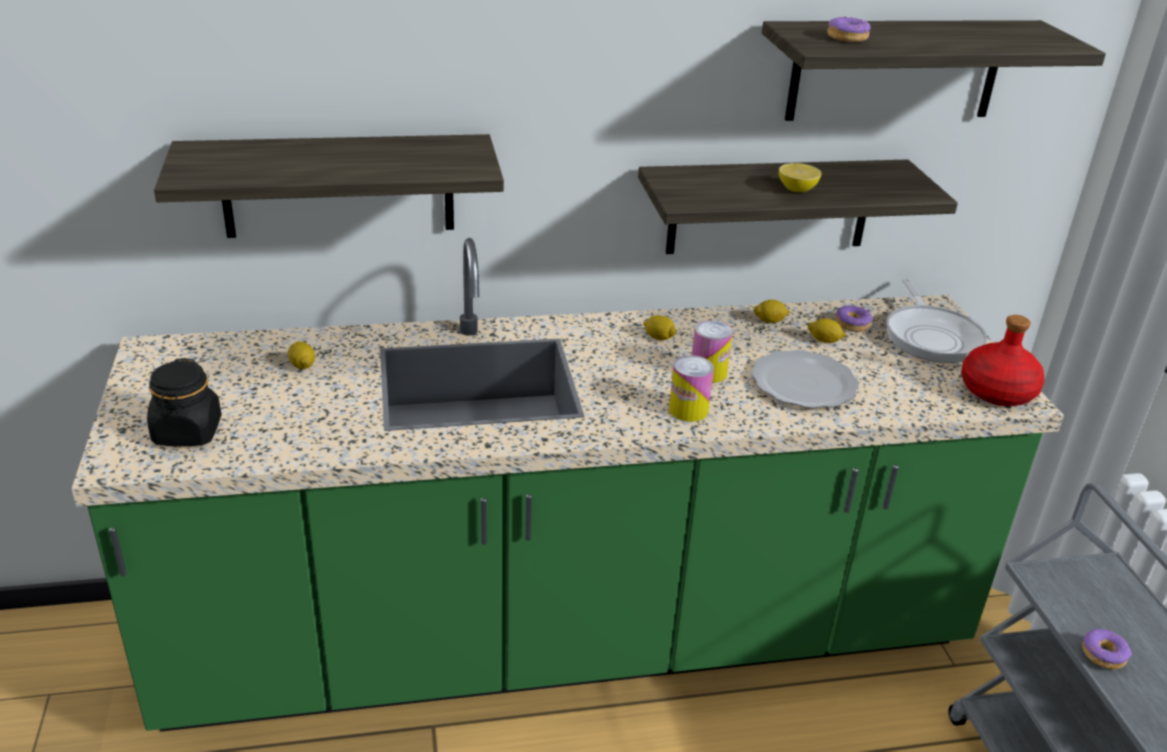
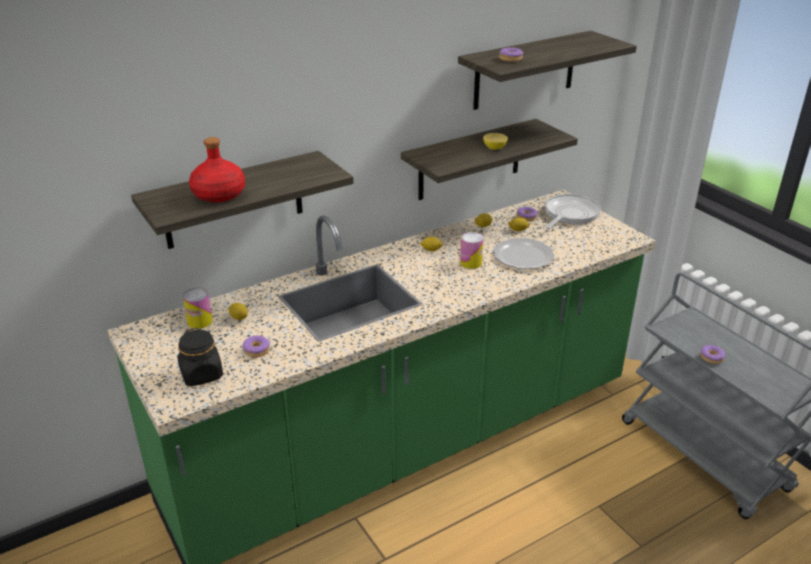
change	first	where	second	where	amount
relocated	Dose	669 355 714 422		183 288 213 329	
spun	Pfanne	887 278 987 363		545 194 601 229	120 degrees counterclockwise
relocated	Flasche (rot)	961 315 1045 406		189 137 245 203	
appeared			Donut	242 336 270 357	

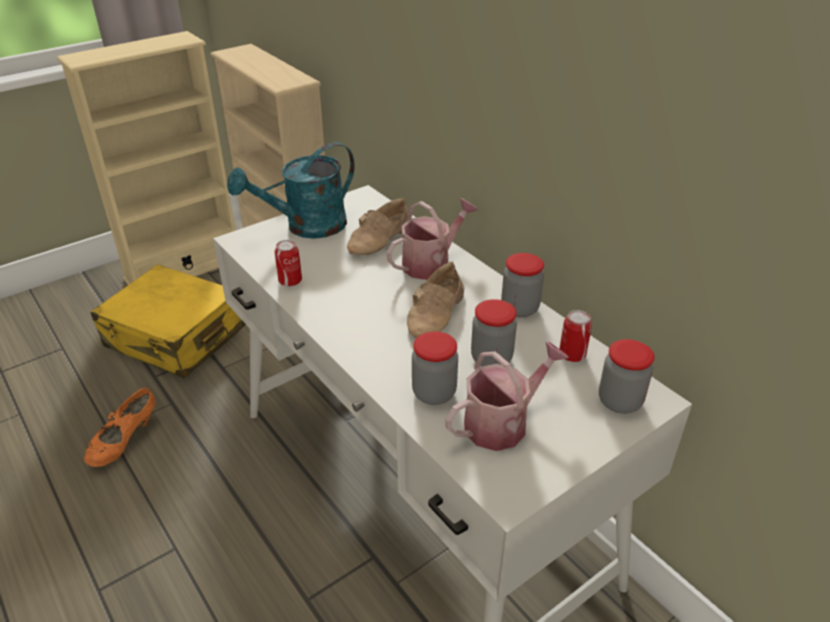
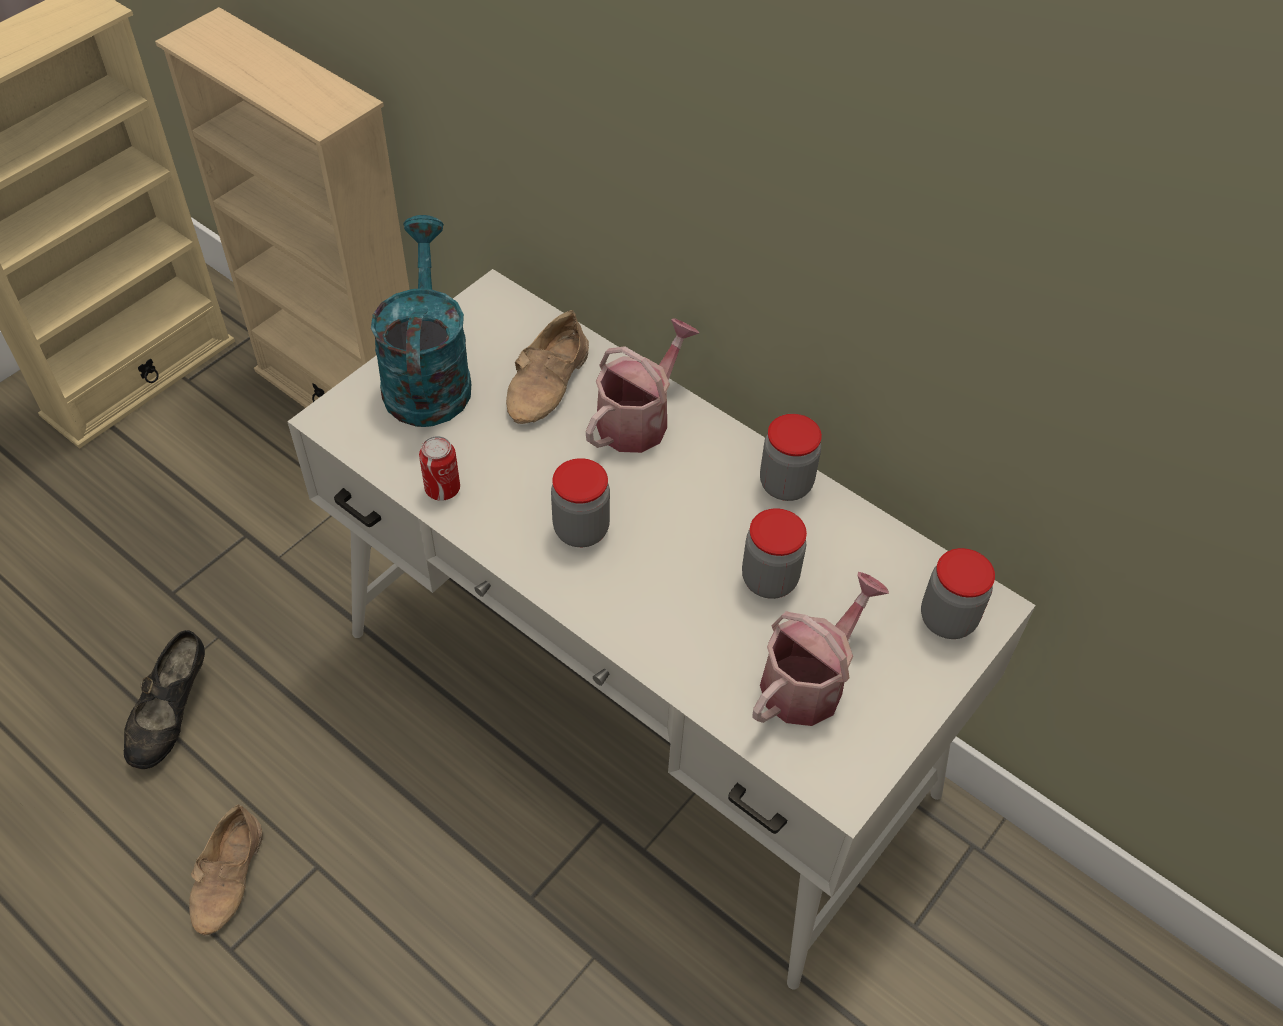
change	first	where	second	where	amount
colour	Schuh (orange)	84 388 156 467	Schuh (schwarz)	124 630 205 769	
missing	Koffer (gelb)	91 264 246 379			
spun	Gießkanne (türkis)	227 142 355 239		371 215 471 427	135 degrees clockwise
relocated	Schuh (beige)	407 261 464 338		189 805 263 936	
relocated	Vorratsglas	412 331 458 405		551 458 610 547	
missing	Dose	559 310 592 362			

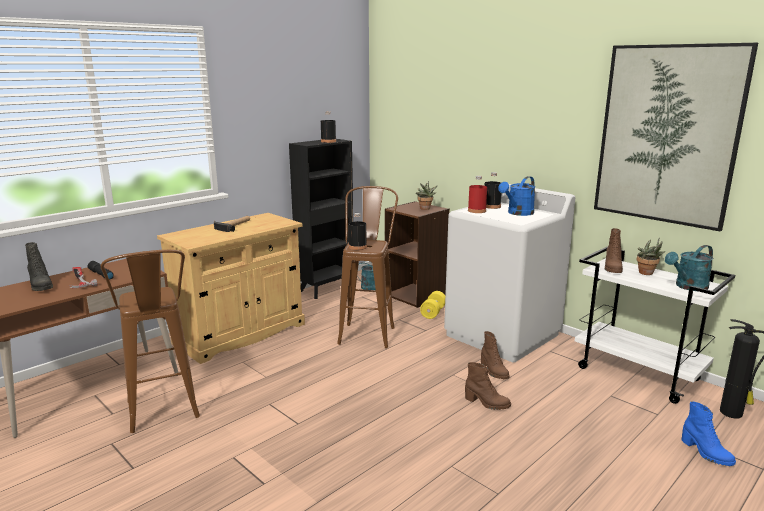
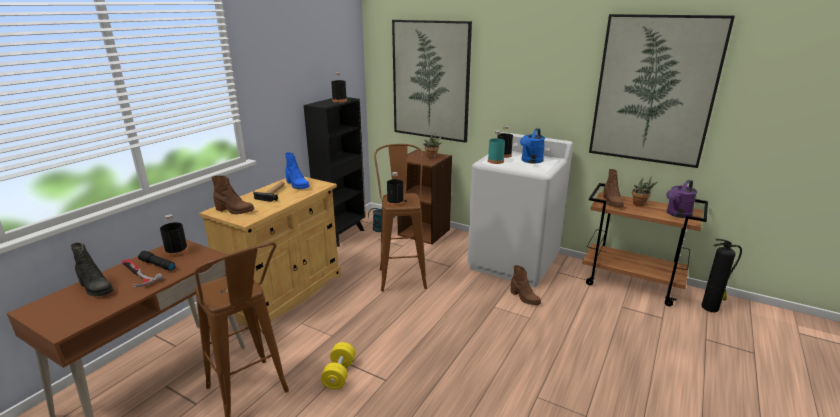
change	first	where	second	where	amount
relocated	Hantel (gelb)	420 291 445 319		321 342 355 389	
relocated	Stiefel (braun)	465 362 511 410		211 175 254 214	
colour	Flasche (rot)	468 176 487 213	Flasche (türkis)	488 131 505 164	
colour	Rollwagen (weiß)	575 247 735 404	Rollwagen (braun)	582 183 708 306	
colour	Gießkanne (türkis)	665 245 713 291	Gießkanne (lila)	666 180 697 218	
relocated	Stiefel (blau)	681 401 736 466		285 153 310 189	
appeared			Flasche (schwarz)	160 214 188 257	
appeared			Bild	392 20 472 143	

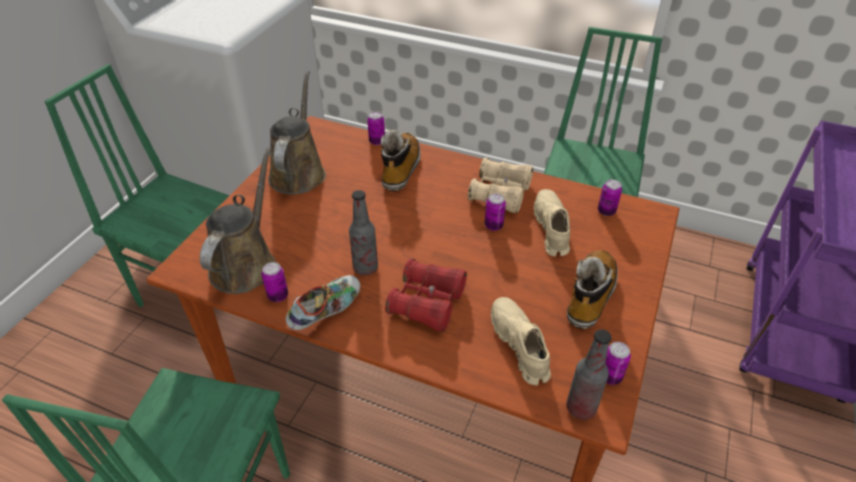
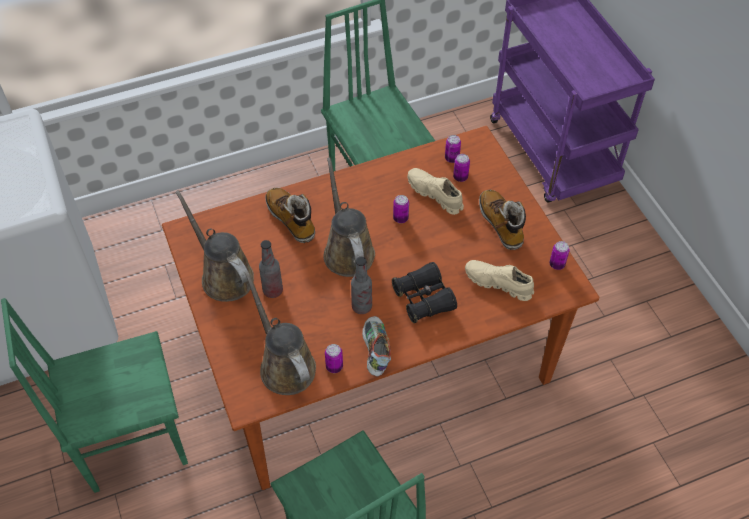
change	first	where	second	where	amount
relocated	Dose	367 112 385 145		453 154 470 182	
colour	Fernglas (rot)	385 258 467 332	Fernglas (schwarz)	392 262 457 323	
missing	Fernglas (beige)	468 157 533 213			
relocated	Flasche	566 329 611 420		259 240 283 298	
appeared			Gießkanne (braun)	323 157 375 277	

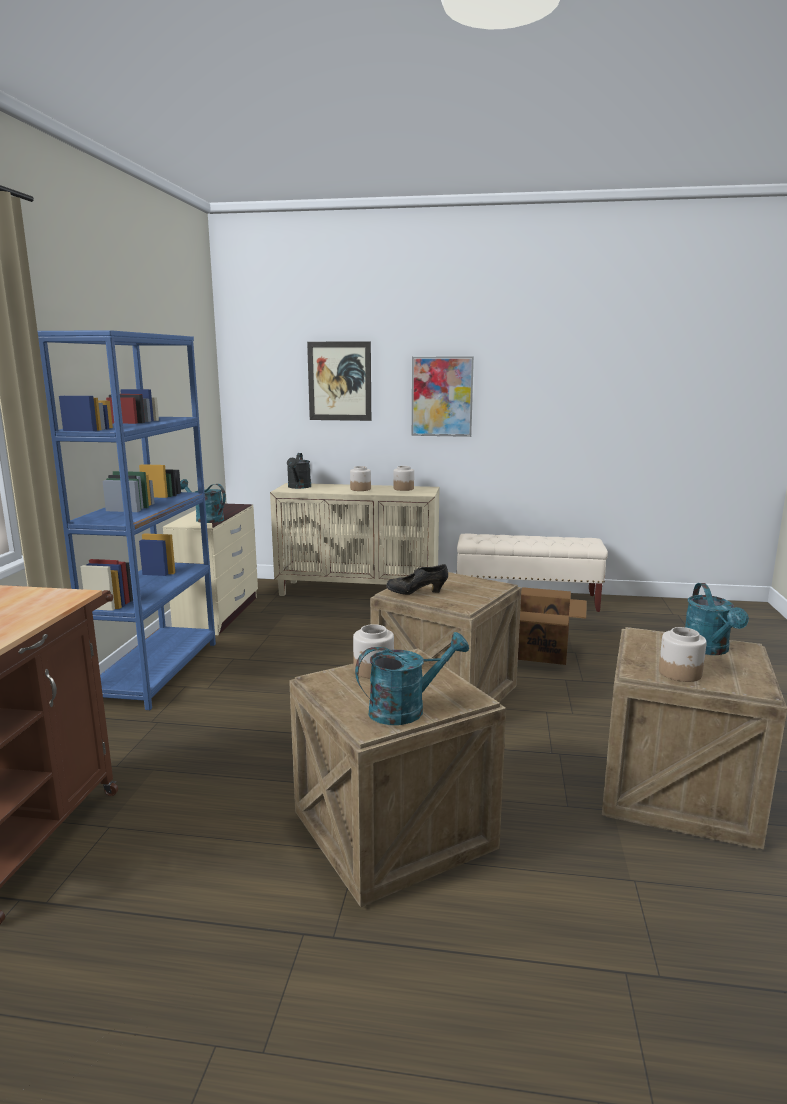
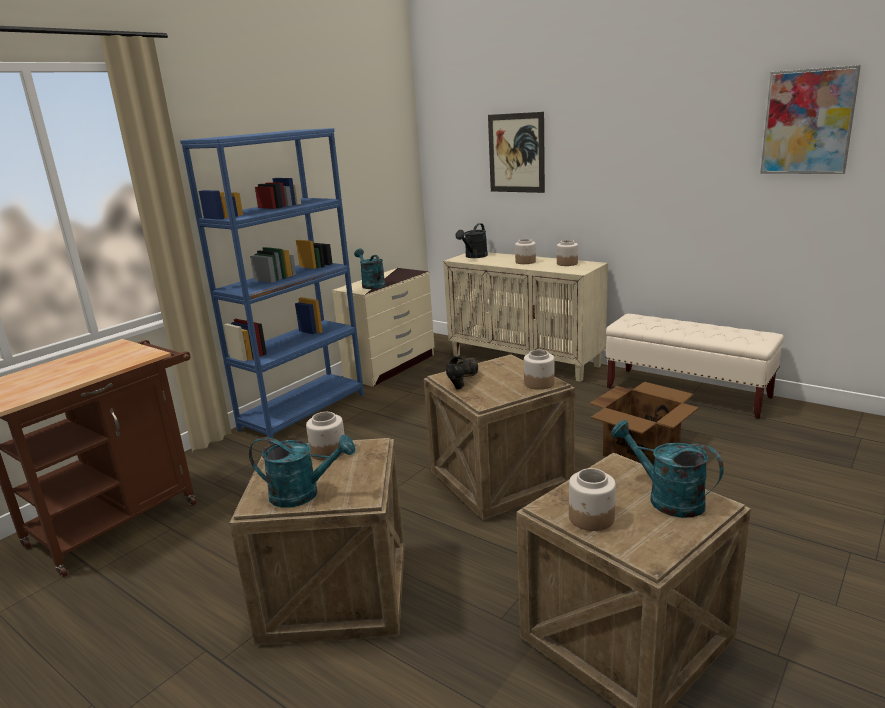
change	first	where	second	where	amount
spun	Schuh (schwarz)	386 564 448 595		446 357 478 389	90 degrees clockwise
relocated	Bild	412 357 474 437		760 65 861 174	
spun	Gießkanne (türkis)	685 583 749 655		611 420 724 518	105 degrees clockwise
appeared			Vorratsglas	524 350 555 390	

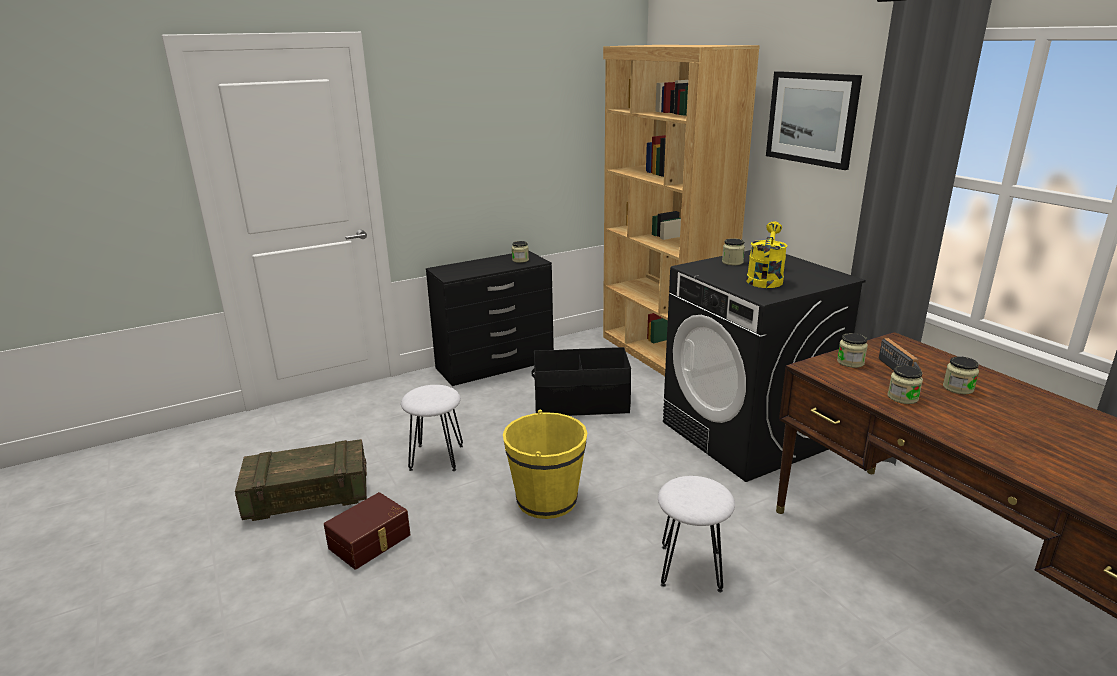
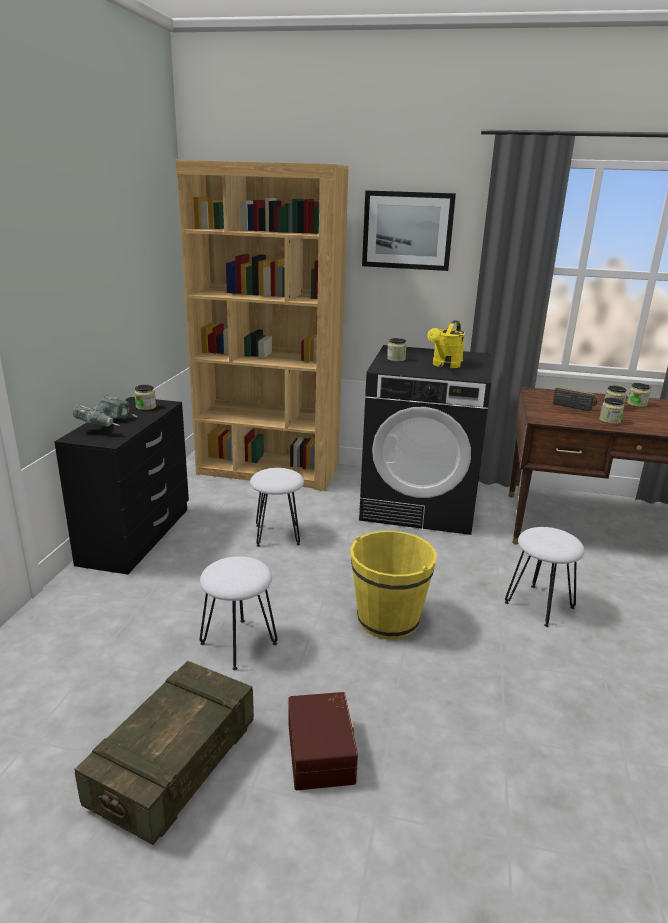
change	first	where	second	where	amount
exchanged	Aufbewahrungsbox (schwarz)	532 347 631 416	Hocker (weiß)	250 468 304 547	
spun	Gießkanne (gelb)	746 221 788 288		427 320 465 368	120 degrees counterclockwise
relocated	Vorratsglas	837 333 868 368		627 383 651 407	
appeared			Bohrmaschine	73 395 137 426	

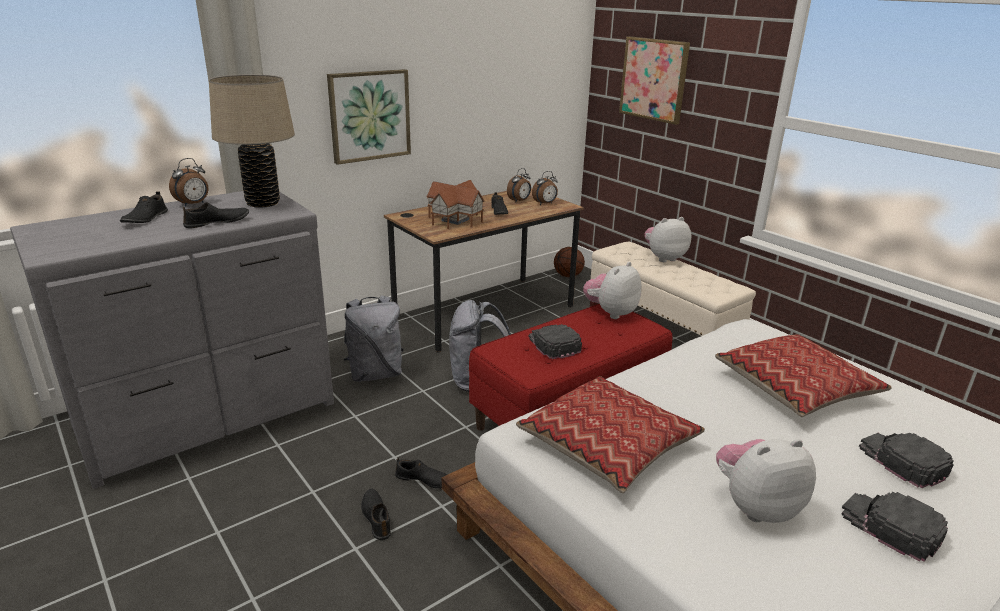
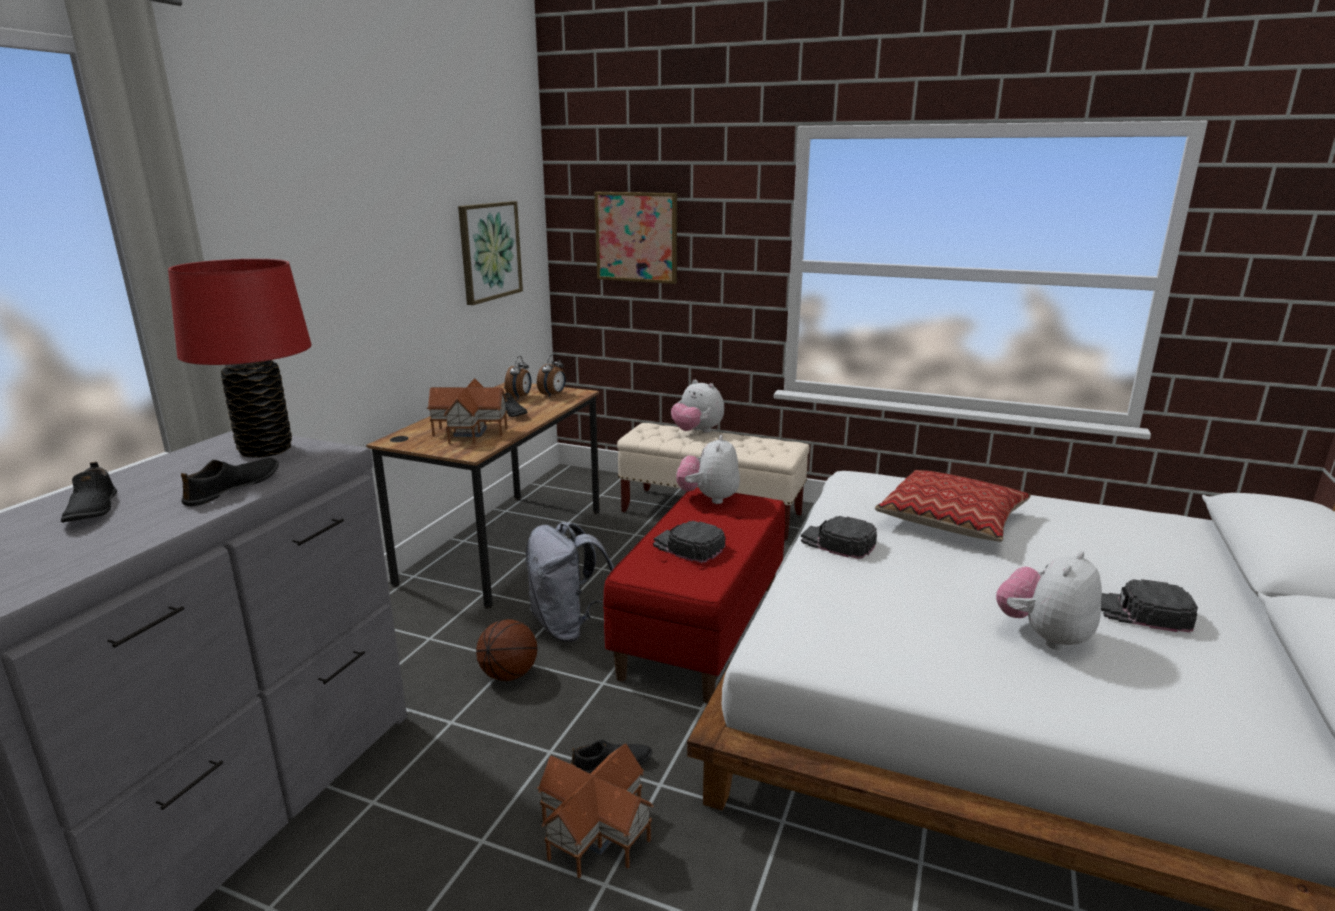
change	first	where	second	where	amount
missing	Wecker	169 158 208 207			
colour	Tischlampe (beige)	209 74 295 208	Tischlampe (rot)	168 259 312 458	
relocated	Bild	327 69 411 165		458 201 523 305	
missing	Rucksack (grau)	344 295 404 382			
exchanged	Schuh (schwarz)	361 488 391 540	Spielzeughaus	537 744 654 879	
missing	Kissen	516 376 705 493			
relocated	Basketball	554 247 585 278		476 619 538 681	
spun	Plüschtier	645 217 691 262		671 380 724 433	90 degrees counterclockwise
relocated	Kappe (schwarz)	859 433 954 488		801 516 877 559	

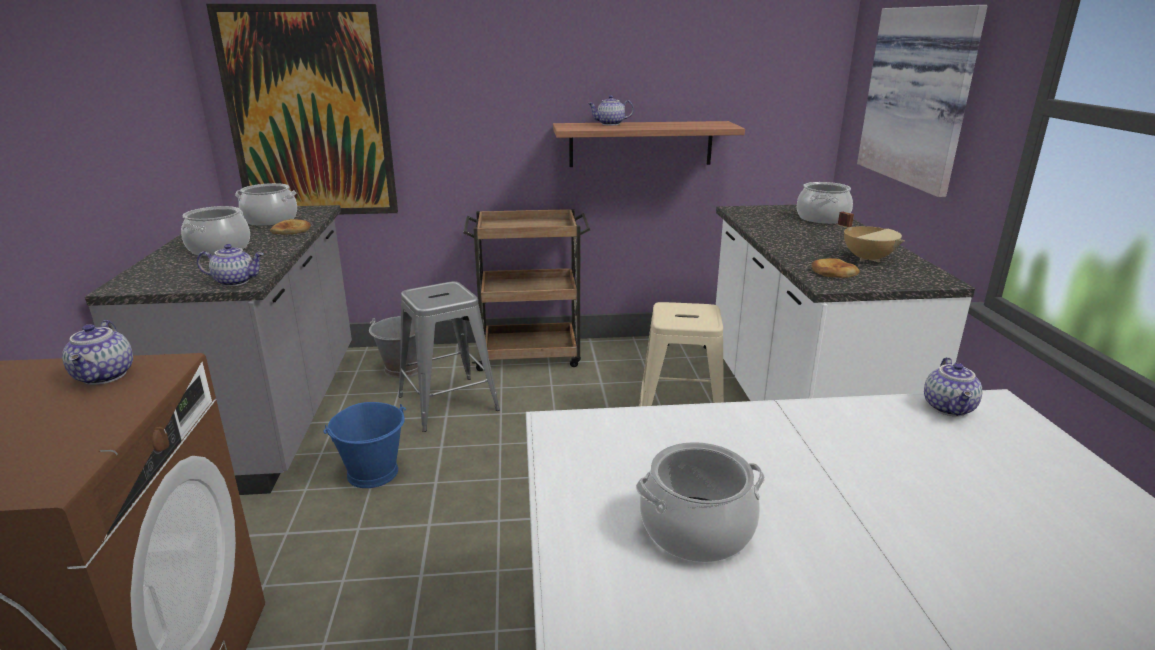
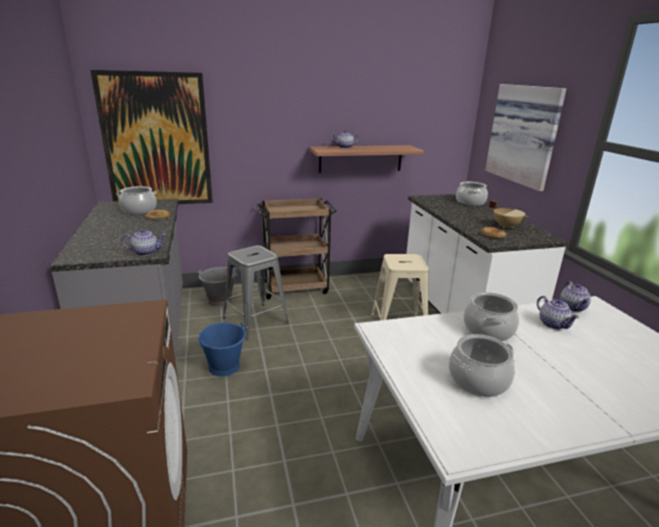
change	first	where	second	where	amount
relocated	Teekanne	62 320 133 385		537 296 579 329	
relocated	Kochtopf	181 206 250 256		463 292 519 341	

